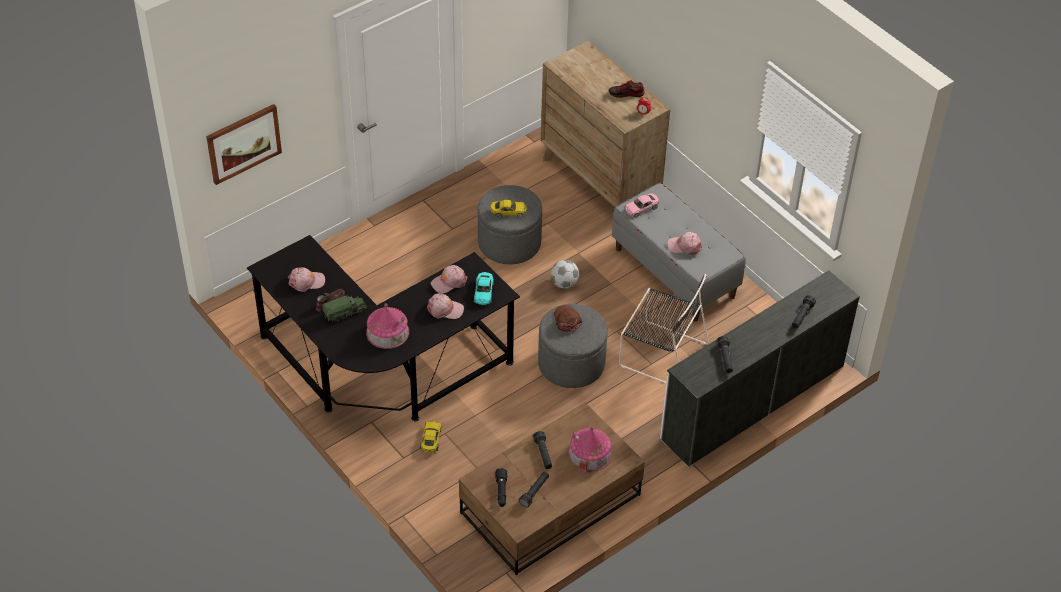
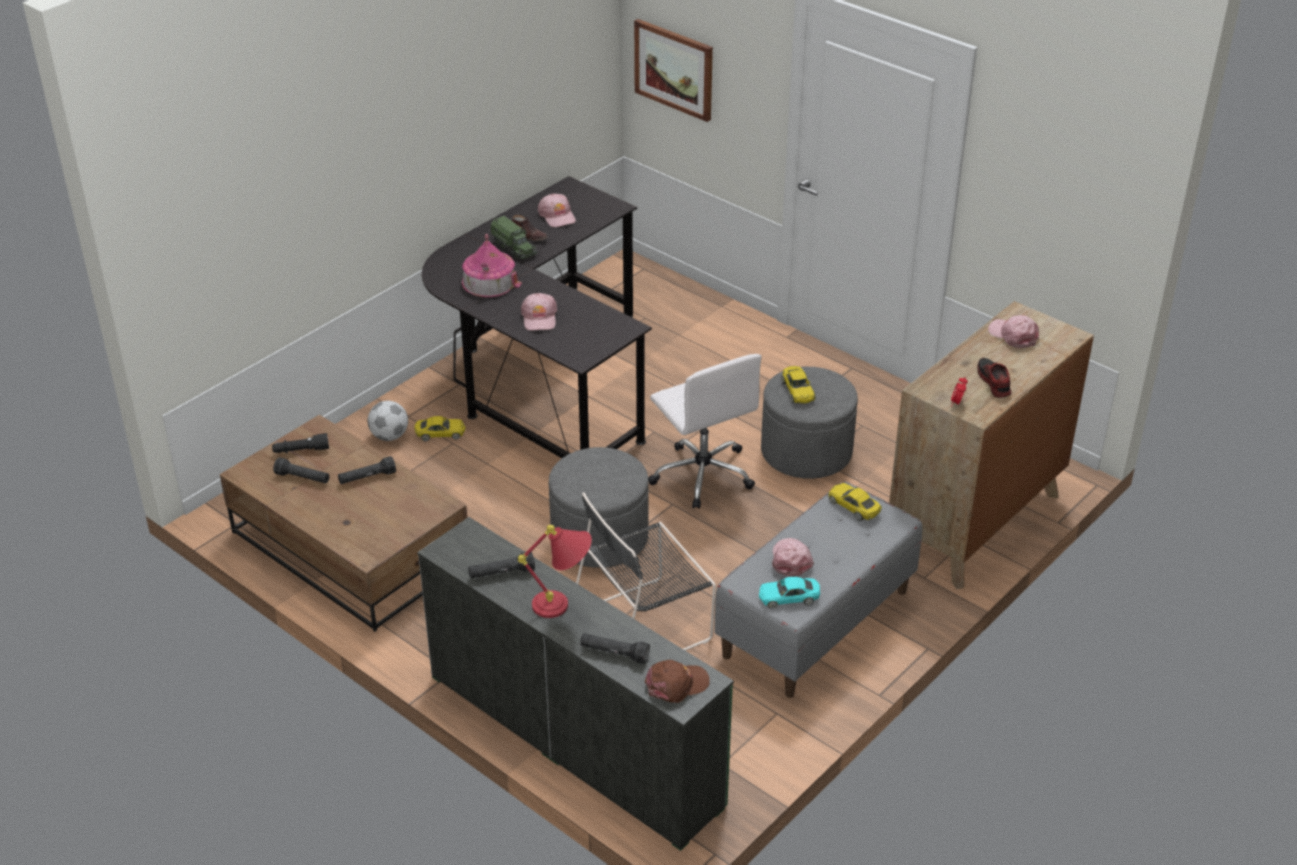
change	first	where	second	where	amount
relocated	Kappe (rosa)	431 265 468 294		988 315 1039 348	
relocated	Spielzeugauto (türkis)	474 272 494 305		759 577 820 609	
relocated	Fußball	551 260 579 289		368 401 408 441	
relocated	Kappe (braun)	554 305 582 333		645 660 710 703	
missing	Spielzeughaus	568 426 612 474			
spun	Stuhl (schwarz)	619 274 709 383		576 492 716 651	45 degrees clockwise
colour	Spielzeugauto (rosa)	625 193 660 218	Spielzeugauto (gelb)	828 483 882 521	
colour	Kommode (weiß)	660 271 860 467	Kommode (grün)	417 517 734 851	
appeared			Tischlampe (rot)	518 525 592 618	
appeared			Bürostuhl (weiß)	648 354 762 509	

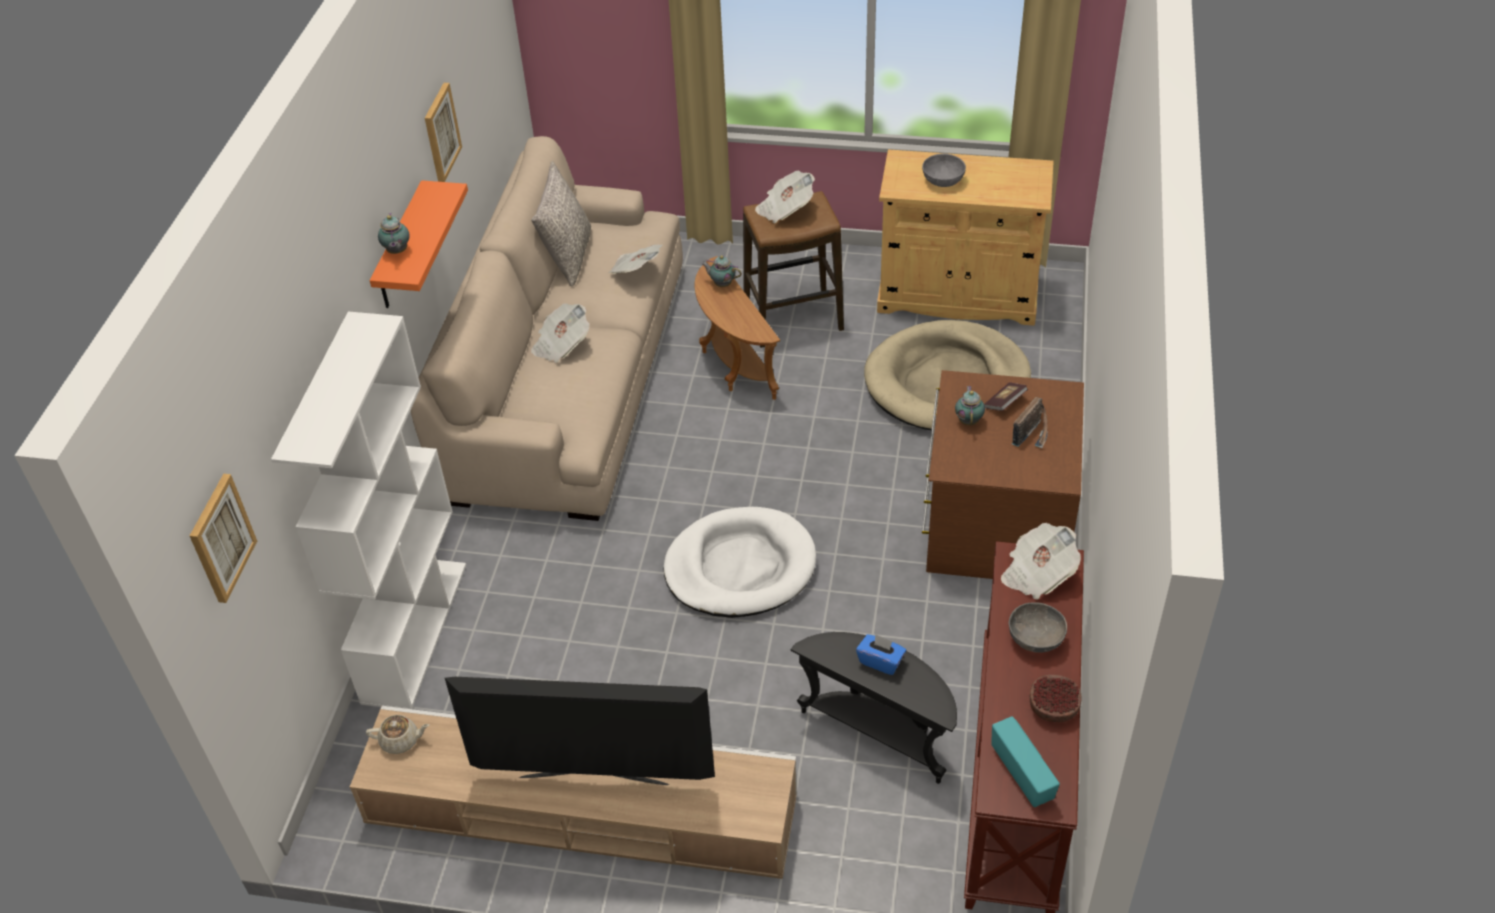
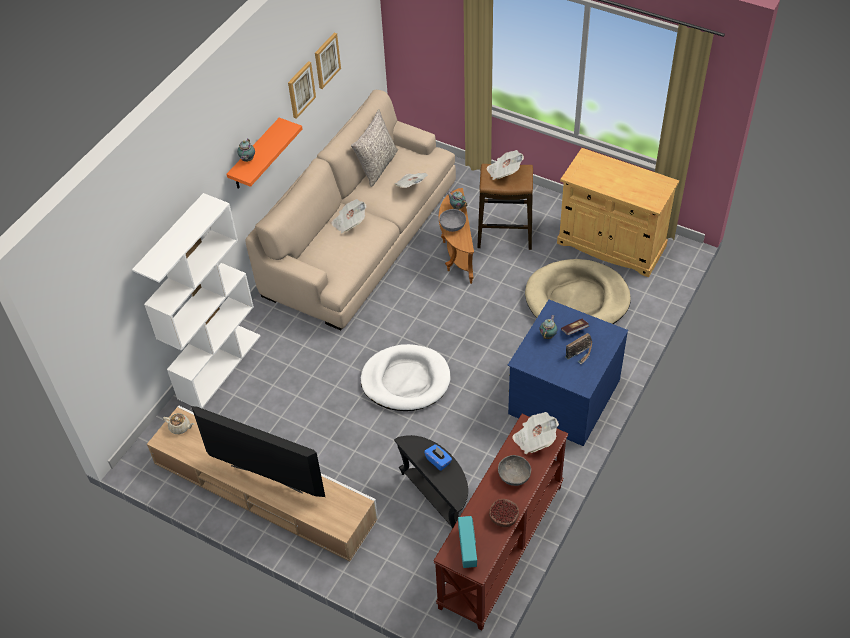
change	first	where	second	where	amount
relocated	Bild	190 474 257 603		315 33 341 89	
relocated	Schüssel (grau)	922 154 966 187		439 209 466 232	
colour	Kommode (braun)	922 370 1084 579	Kommode (blau)	508 300 628 446	

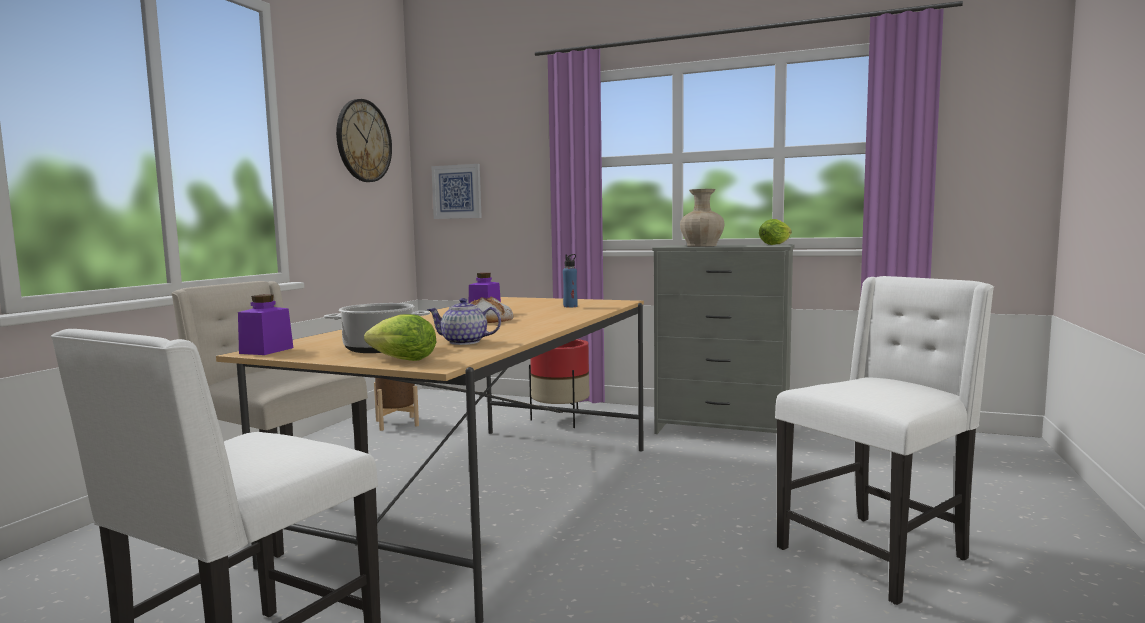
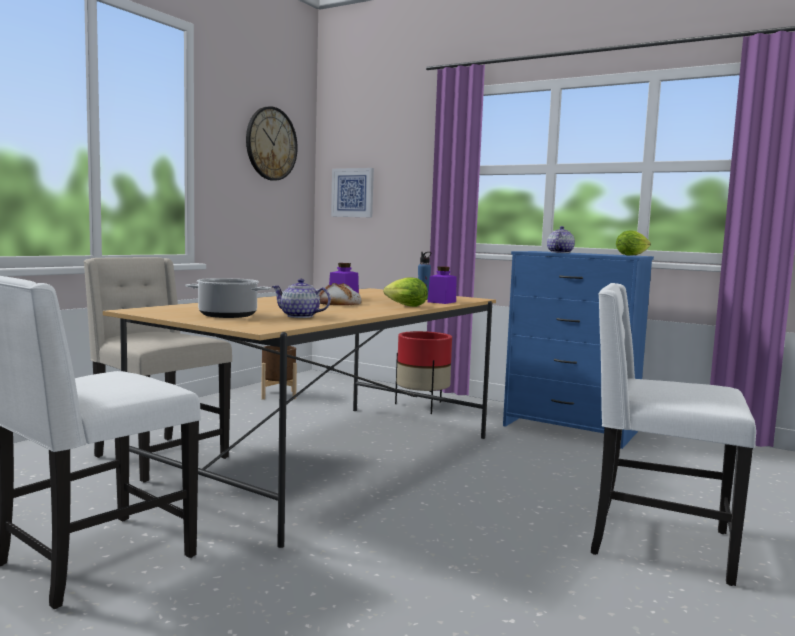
change	first	where	second	where	amount
relocated	Vorratsglas (lila)	238 294 293 355		428 266 456 304	
relocated	Salatkopf	364 314 436 361		383 277 428 307	
colour	Kommode (grau)	652 244 795 434	Kommode (blau)	503 251 654 449	
exchanged	Vase (beige)	680 189 724 247	Teekanne	547 226 575 253	
spun	Stuhl (weiß)	775 276 994 605		591 283 756 586	135 degrees counterclockwise

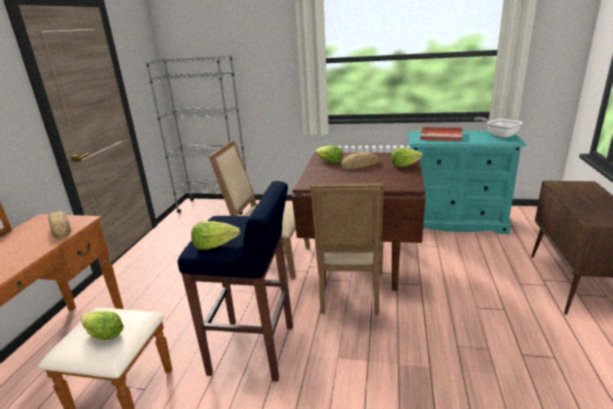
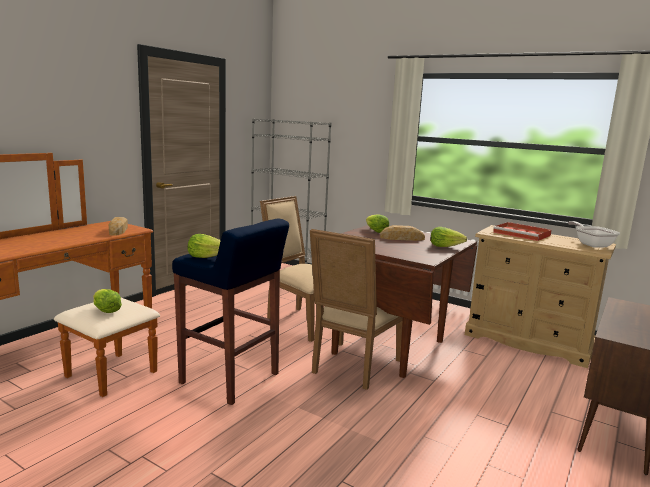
change	first	where	second	where	amount
colour	Kommode (türkis)	408 131 526 234	Kommode (beige)	465 225 616 368	

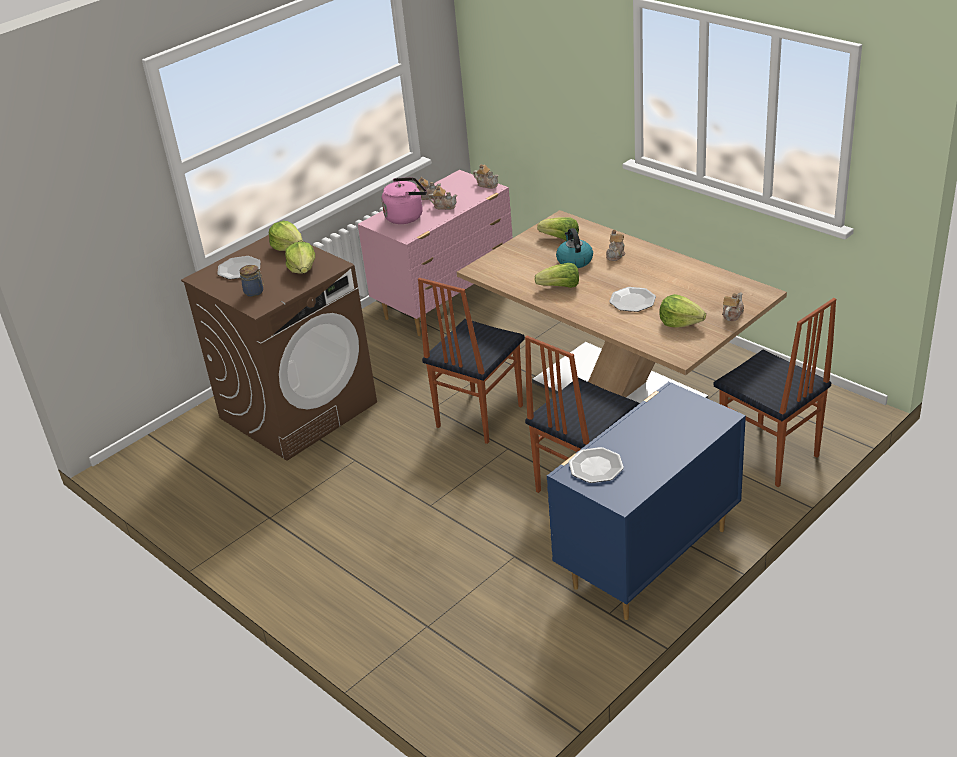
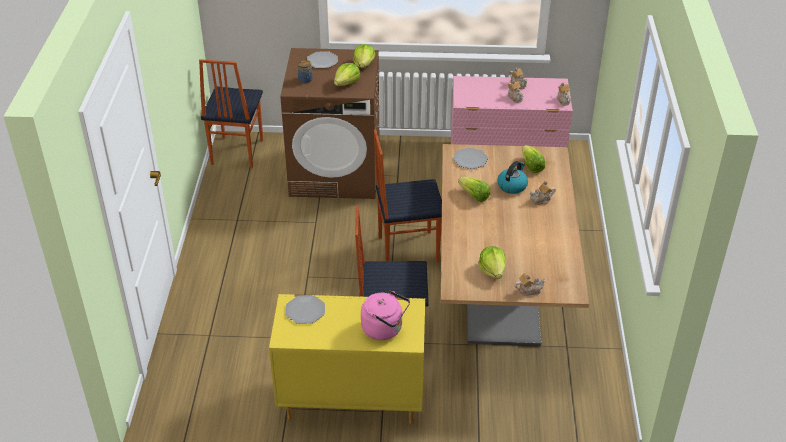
change	first	where	second	where	amount
relocated	Wasserkessel (rosa)	382 177 427 224		361 290 410 340	
colour	Kommode (blau)	547 381 746 620	Kommode (gelb)	269 294 425 424	
relocated	Teller	609 287 656 312		453 147 488 169	
relocated	Stuhl	713 298 836 487		199 59 263 168	

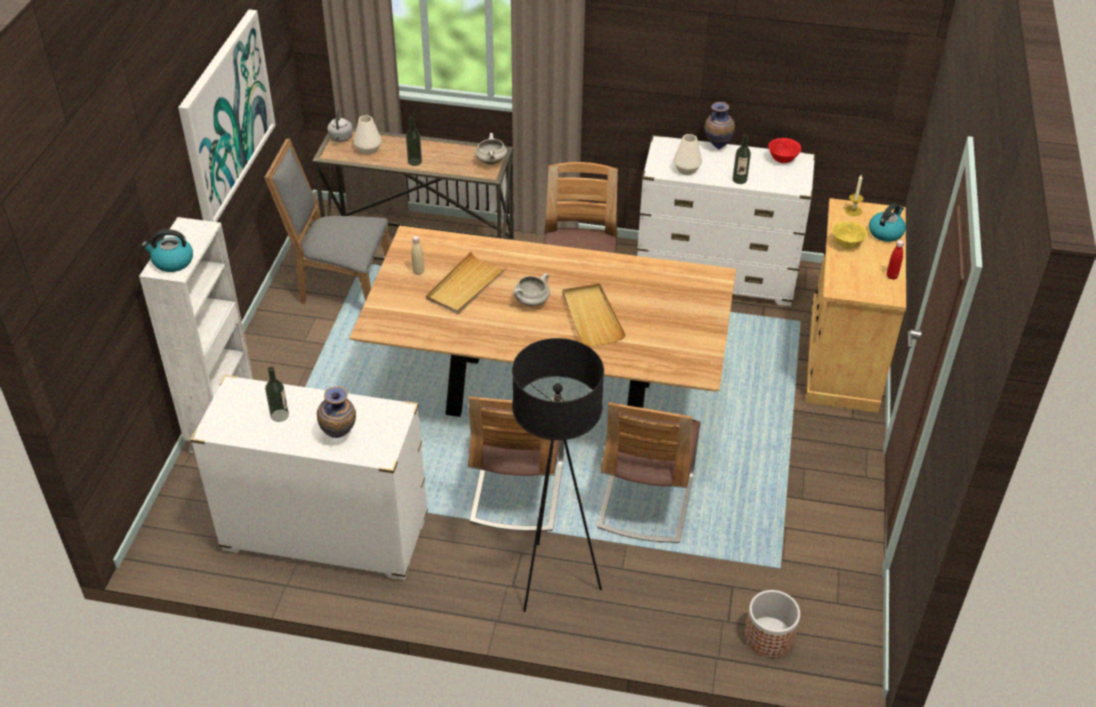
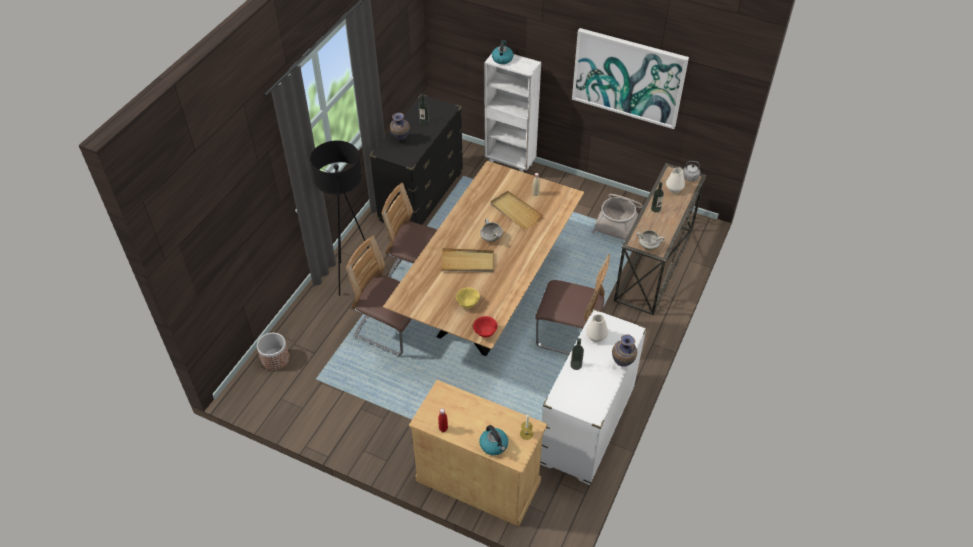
change	first	where	second	where	amount
colour	Kommode (weiß)	190 375 428 580	Kommode (schwarz)	370 94 463 225	
exchanged	Stuhl (grau)	264 138 391 304	Korb	592 194 643 240	
relocated	Schüssel (rot)	768 138 801 163		473 316 497 338	
relocated	Schüssel (gelb)	832 221 868 249		456 287 480 308	

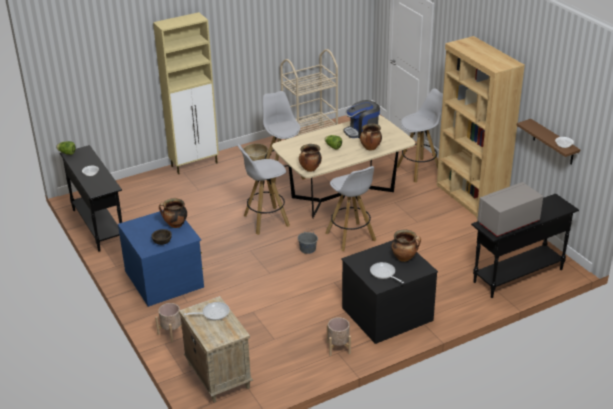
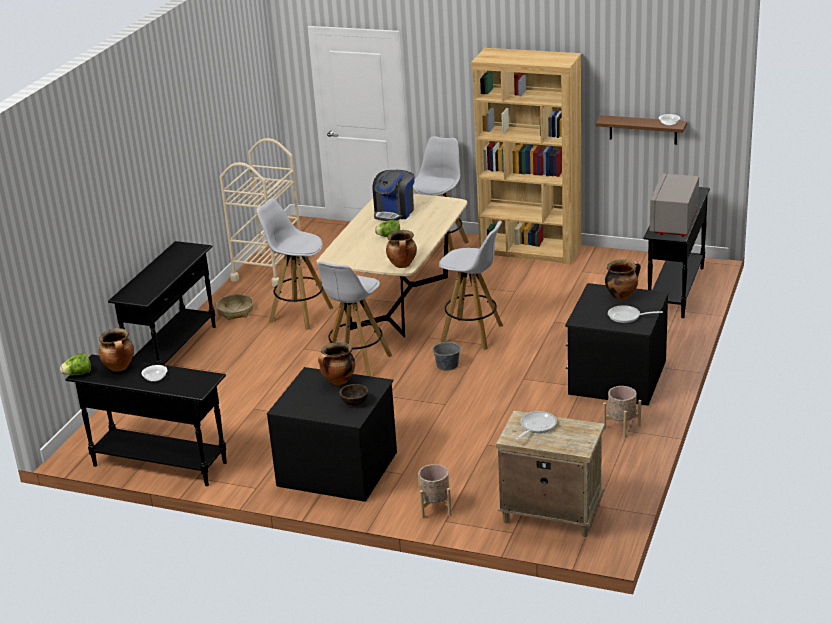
change	first	where	second	where	amount
colour	Kommode (blau)	118 210 204 307	Kommode (schwarz)	267 367 397 502	
exchanged	Schrank (beige)	153 12 219 174	Konsolentisch (schwarz)	108 241 216 365	
relocated	Kochtopf	360 123 382 150		99 328 134 372	

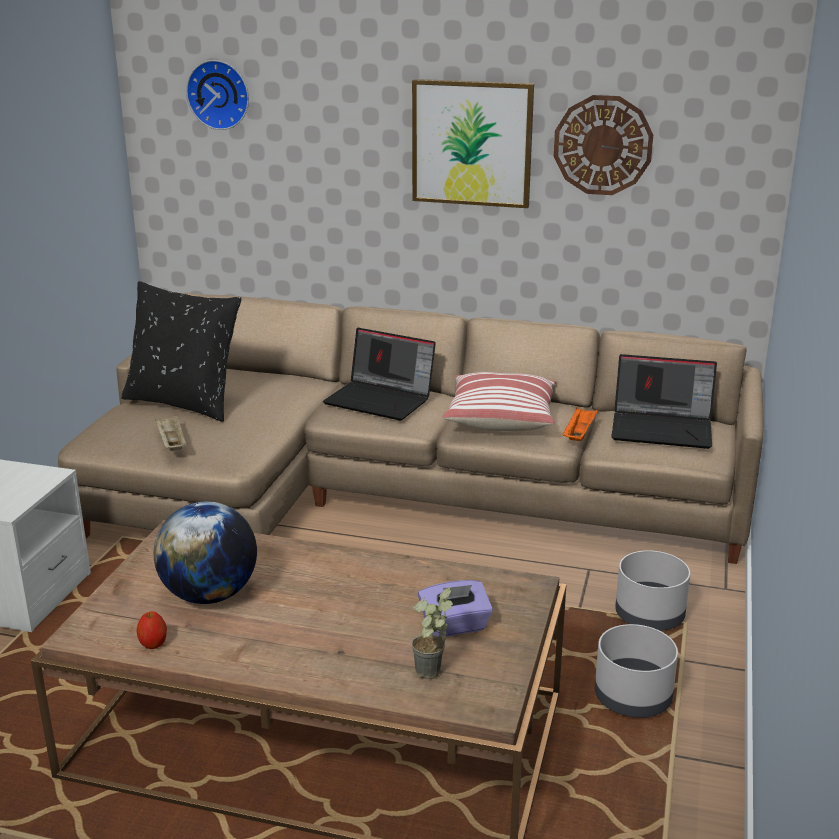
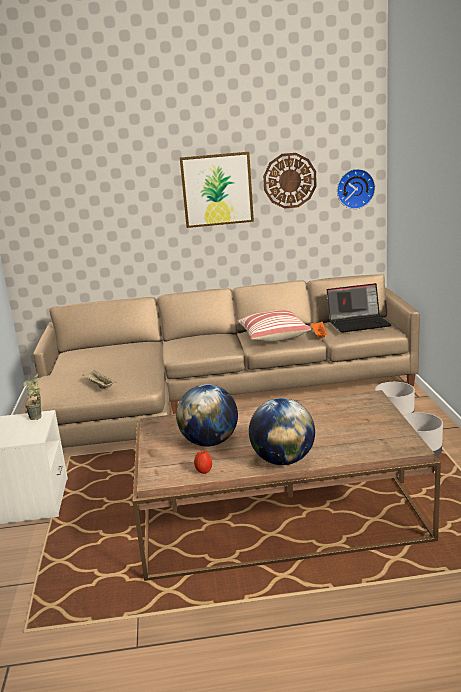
change	first	where	second	where	amount
missing	Kissen (schwarz)	121 281 242 422			
relocated	Wanduhr	186 60 249 130		337 169 375 209	
missing	Laptop	323 328 436 420			
relocated	Topfpflanze	412 587 453 679		22 373 42 420	
missing	Taschentuchbox (lila)	418 580 493 637			
appeared			Globus	249 398 315 465	

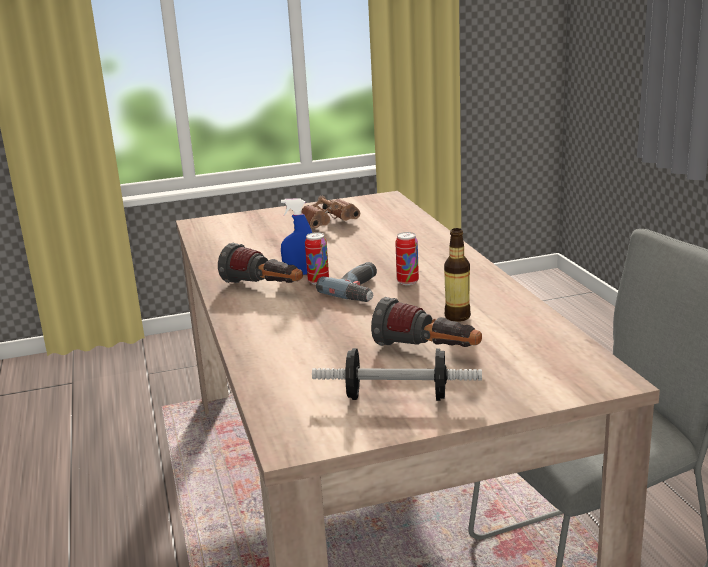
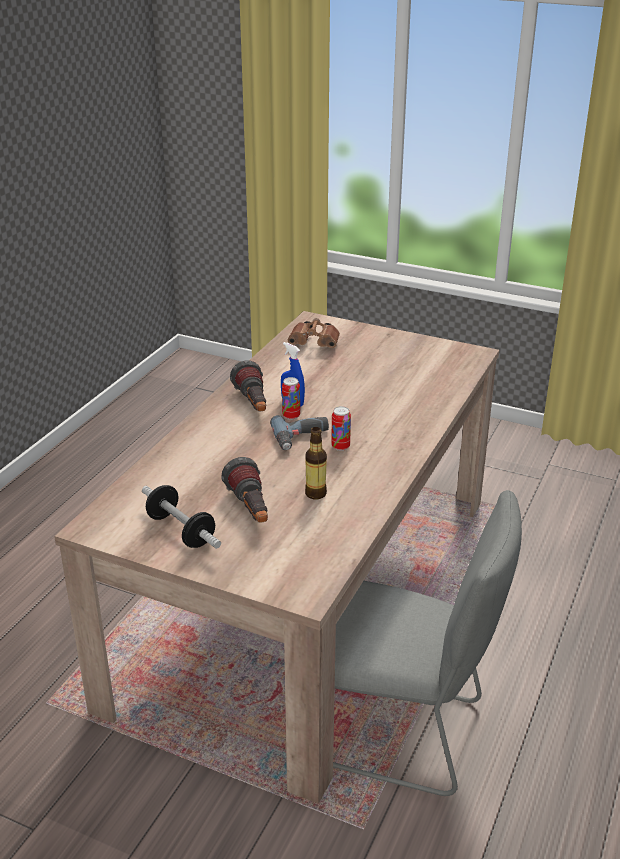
change	first	where	second	where	amount
relocated	Fernglas (braun)	301 196 360 229		288 318 340 348	

